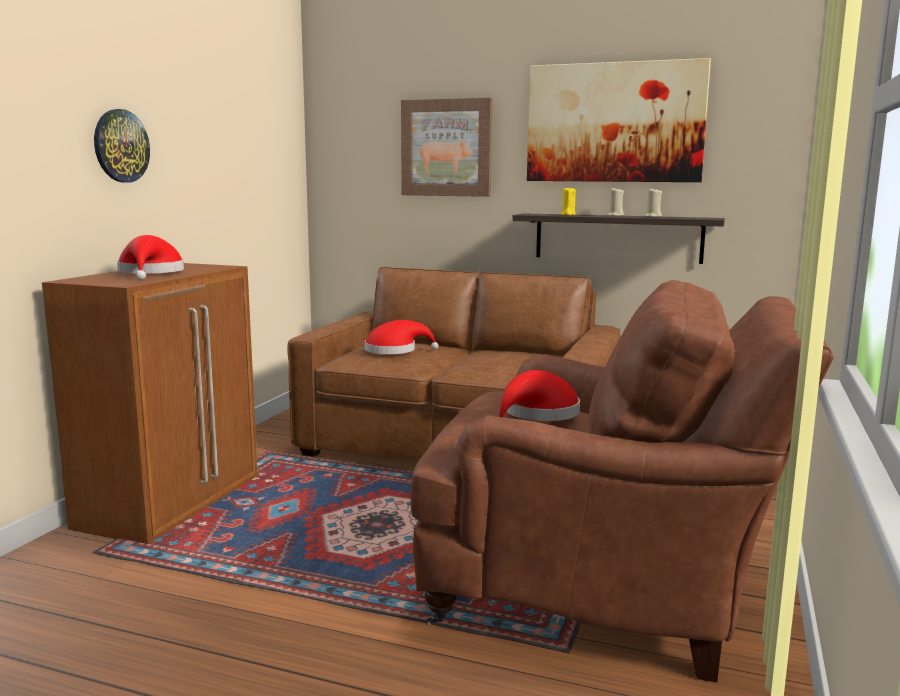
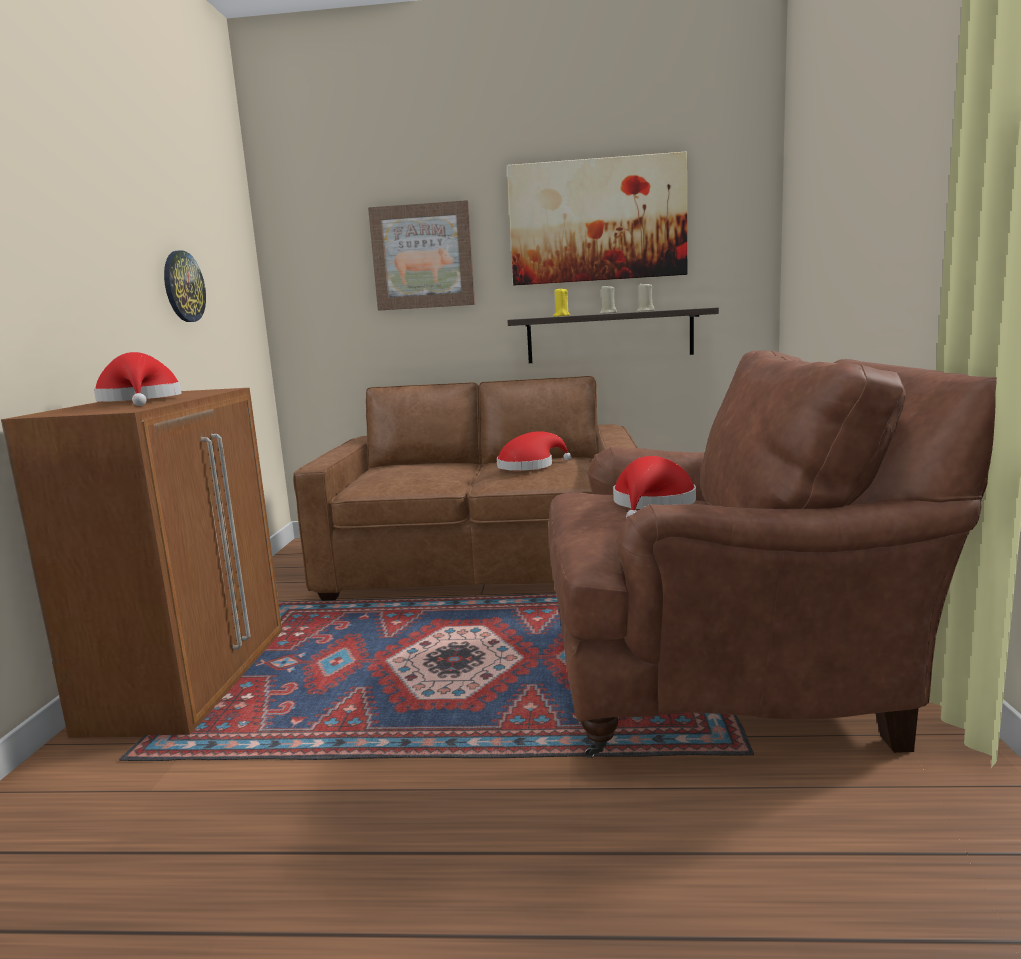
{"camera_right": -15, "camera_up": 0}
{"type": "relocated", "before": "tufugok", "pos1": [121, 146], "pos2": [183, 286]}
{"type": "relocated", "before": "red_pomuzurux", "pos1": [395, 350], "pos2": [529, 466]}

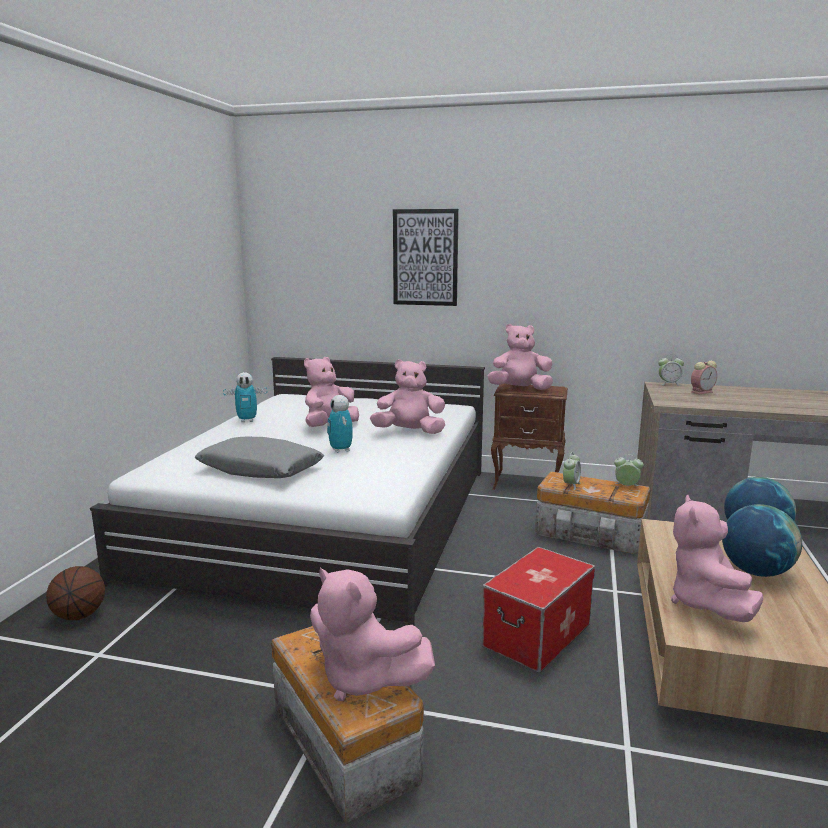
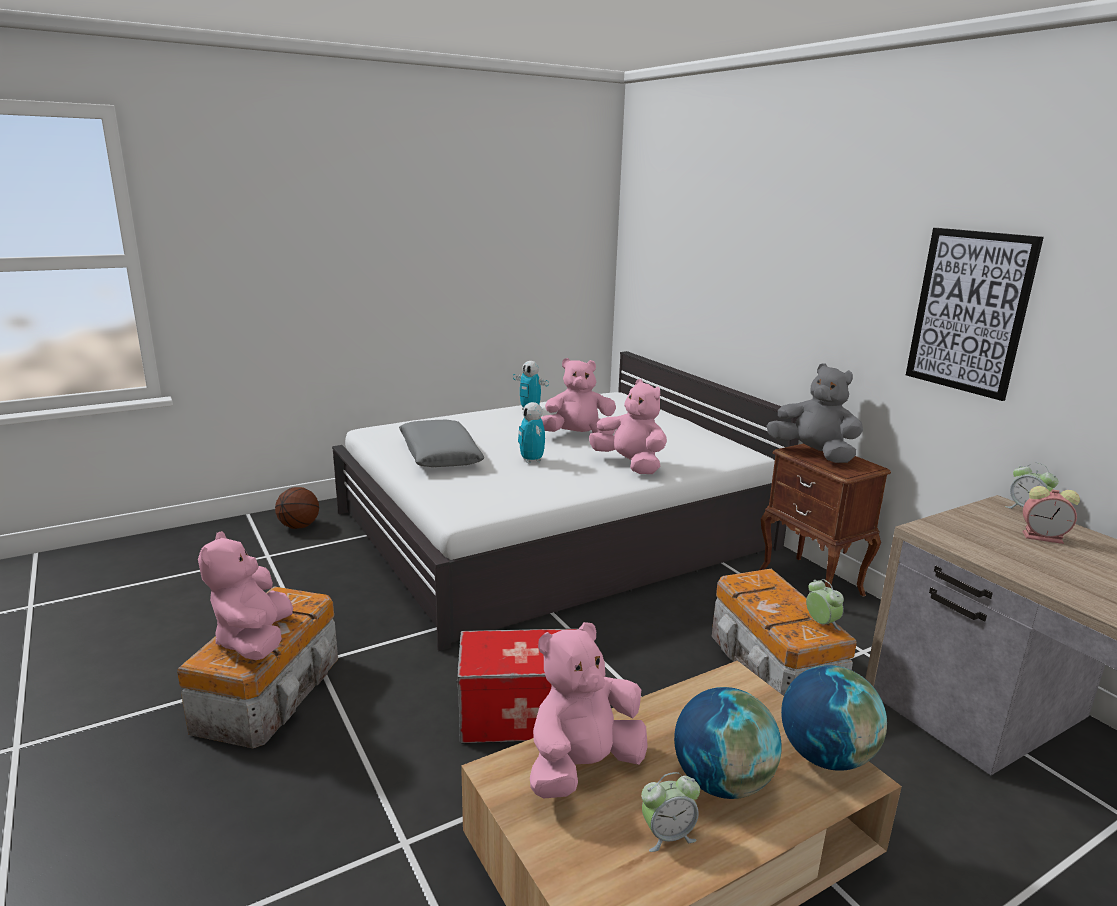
{"camera_right": 45, "camera_up": 5}
{"type": "relocated", "before": "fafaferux", "pos1": [425, 257], "pos2": [969, 312]}
{"type": "relocated", "before": "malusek", "pos1": [571, 485], "pos2": [667, 835]}
{"type": "colour", "before": "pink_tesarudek", "after": "grey_tesarudek", "pos1": [519, 389], "pos2": [814, 454]}
{"type": "spun", "before": "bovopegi", "pos1": [341, 450], "pos2": [531, 460], "turn": -45}

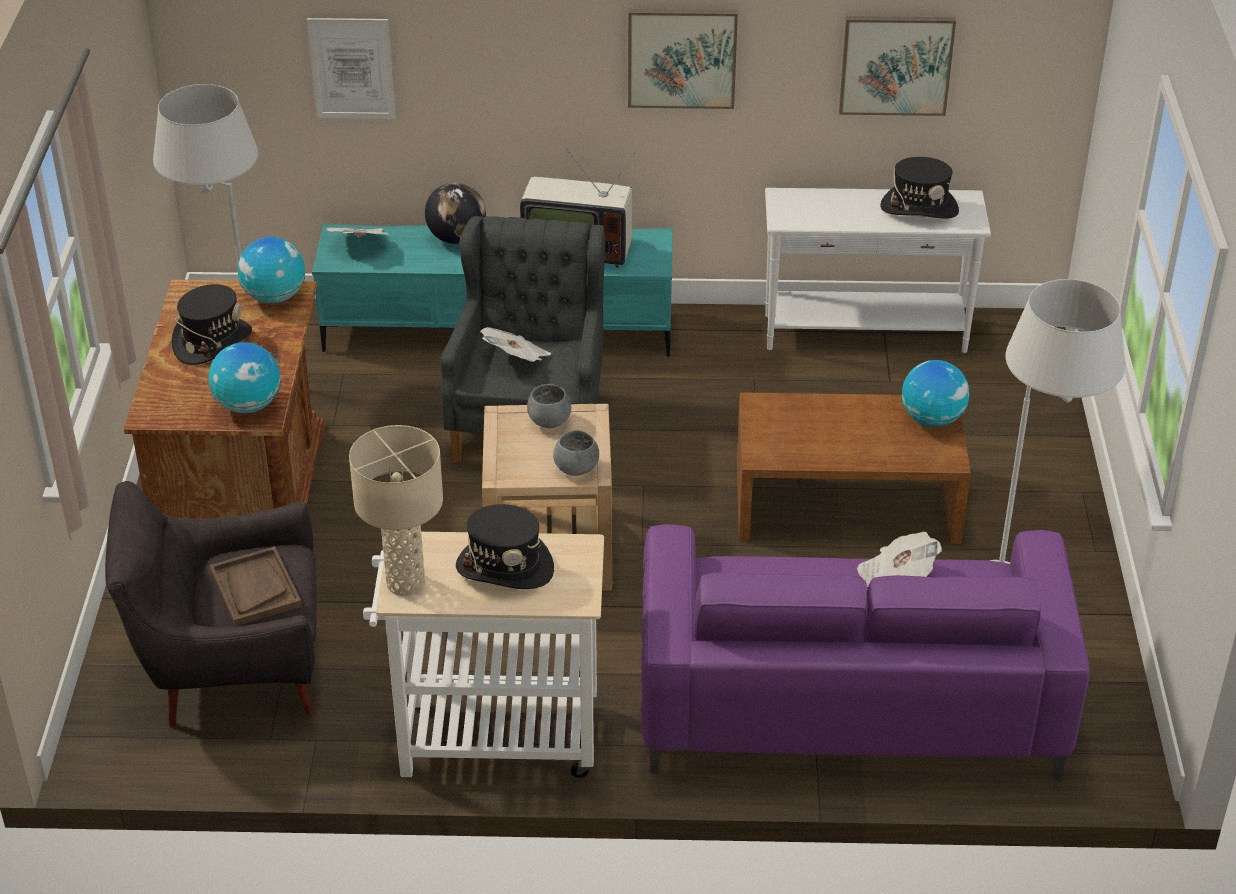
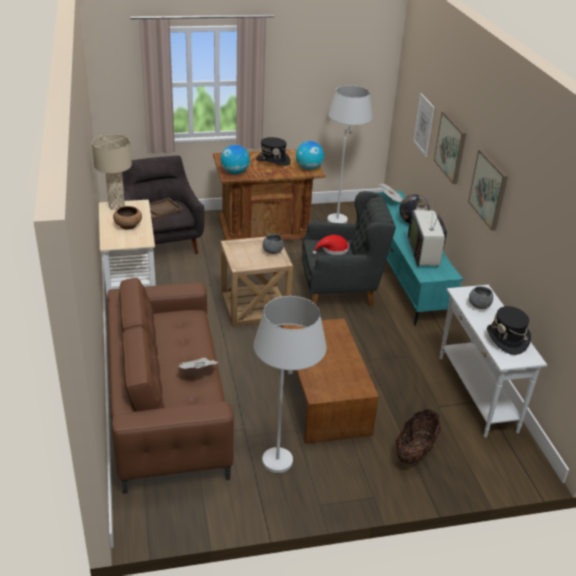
{"camera_right": 75, "camera_up": -5}
{"type": "missing", "before": "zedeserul", "pos1": [932, 419]}
{"type": "appeared", "after": "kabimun", "pos2": [415, 451]}
{"type": "relocated", "before": "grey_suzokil", "pos1": [577, 468], "pos2": [479, 306]}
{"type": "relocated", "before": "fafaferux", "pos1": [896, 64], "pos2": [451, 147]}
{"type": "exchanged", "before": "black_pomuzurux", "after": "brown_suzokil", "pos1": [505, 568], "pos2": [128, 225]}
{"type": "exchanged", "before": "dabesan", "after": "red_pomuzurux", "pos1": [516, 359], "pos2": [333, 250]}
{"type": "colour", "before": "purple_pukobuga", "after": "brown_pukobuga", "pos1": [848, 707], "pos2": [167, 408]}

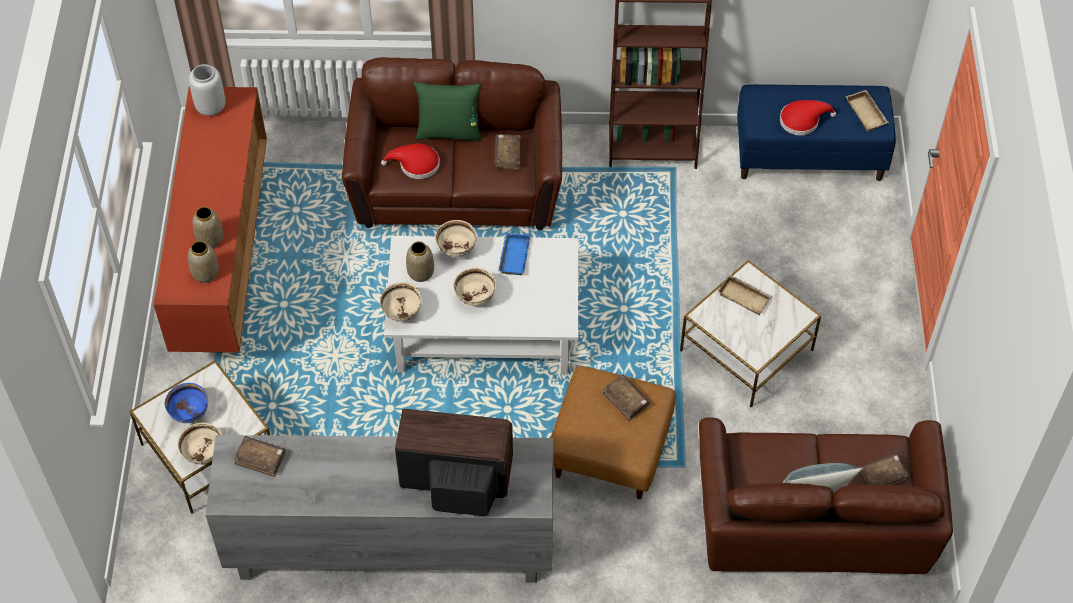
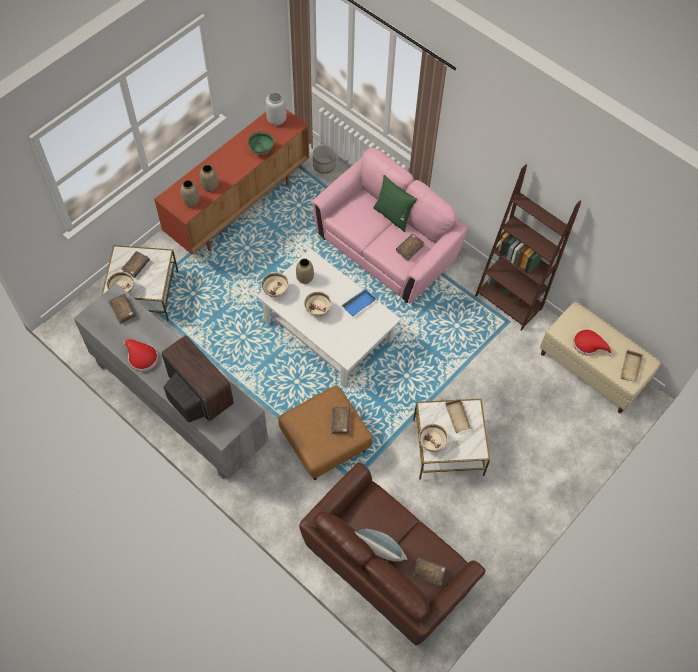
{"camera_right": 40, "camera_up": 5}
{"type": "appeared", "after": "green_suzokil", "pos2": [262, 151]}
{"type": "appeared", "after": "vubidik", "pos2": [324, 165]}
{"type": "relocated", "before": "red_pomuzurux", "pos1": [416, 165], "pos2": [141, 357]}
{"type": "relocated", "before": "beige_suzokil", "pos1": [456, 250], "pos2": [432, 443]}
{"type": "exchanged", "before": "blue_suzokil", "after": "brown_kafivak", "pos1": [189, 414], "pos2": [136, 266]}
{"type": "colour", "before": "brown_pukobuga", "after": "pink_pukobuga", "pos1": [457, 185], "pos2": [387, 249]}
{"type": "colour", "before": "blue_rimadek", "after": "beige_rimadek", "pos1": [810, 155], "pos2": [592, 369]}

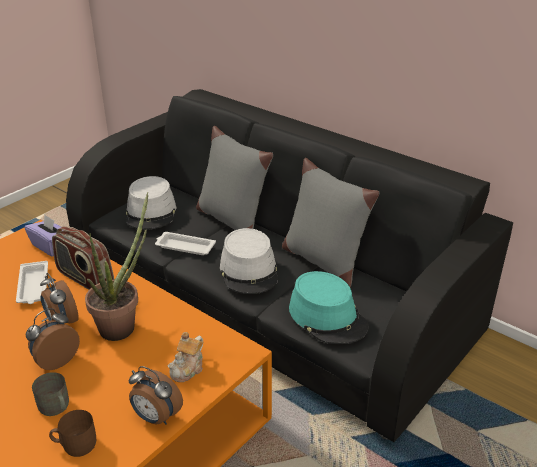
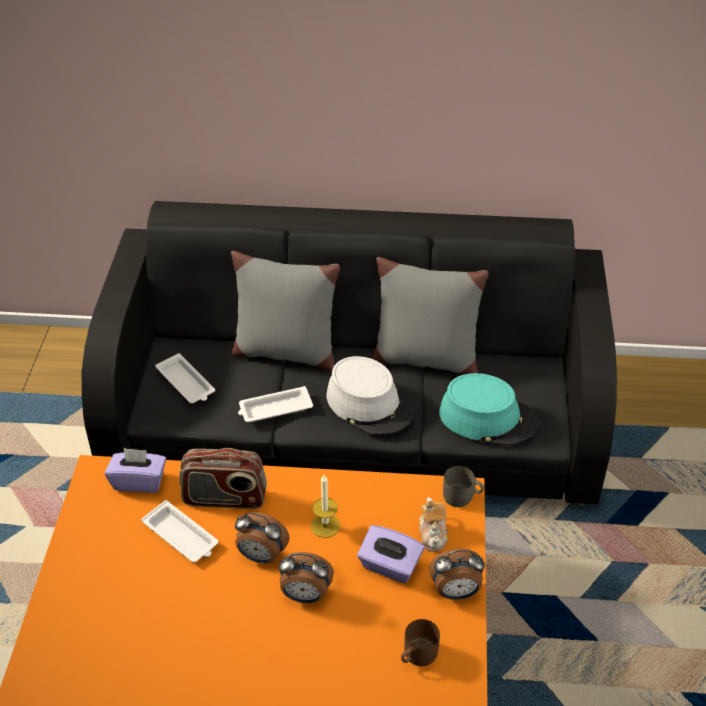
{"camera_right": -35, "camera_up": 10}
{"type": "appeared", "after": "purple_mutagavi", "pos2": [389, 566]}
{"type": "relocated", "before": "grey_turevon", "pos1": [56, 407], "pos2": [462, 497]}
{"type": "exchanged", "before": "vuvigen", "after": "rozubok", "pos1": [123, 324], "pos2": [325, 525]}
{"type": "exchanged", "before": "grey_pomuzurux", "after": "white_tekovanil", "pos1": [151, 212], "pos2": [186, 383]}
{"type": "spun", "before": "malusek", "pos1": [56, 360], "pos2": [305, 595], "turn": -90}

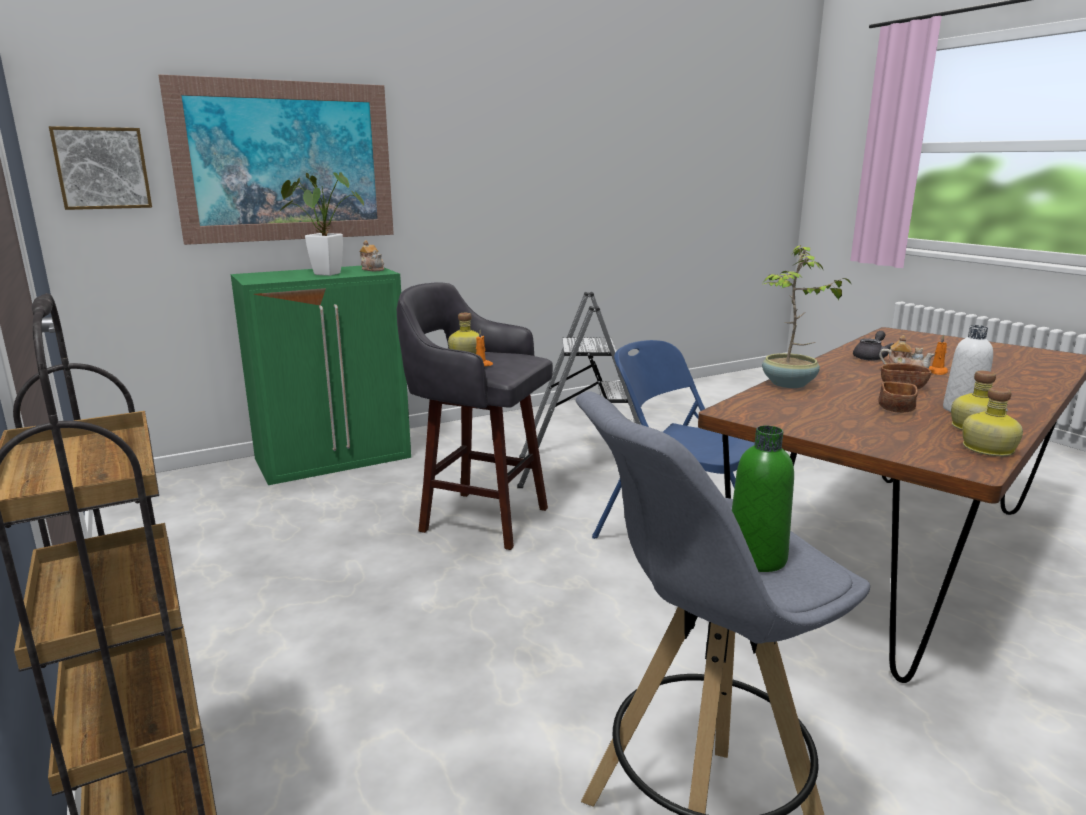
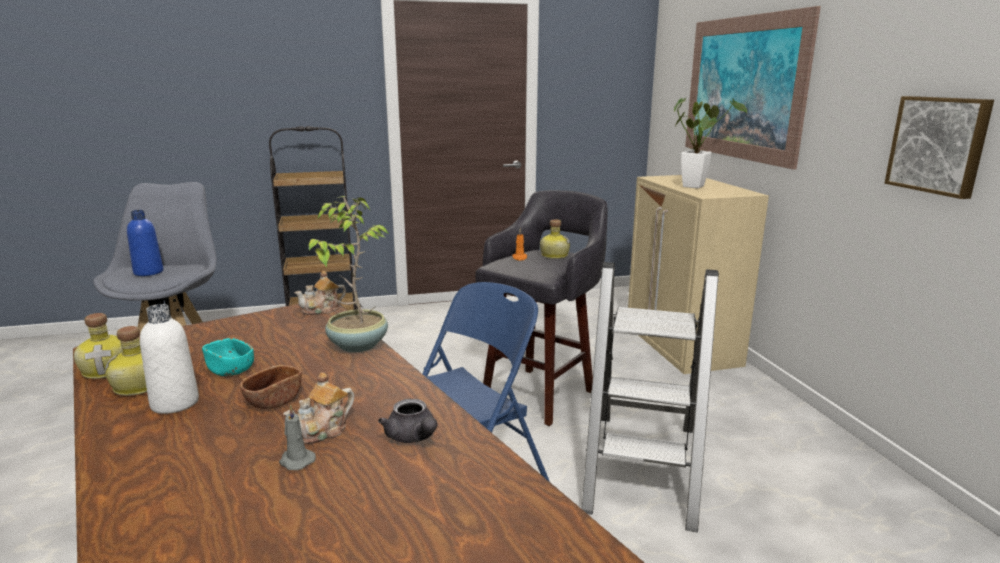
{"camera_right": 105, "camera_up": 0}
{"type": "relocated", "before": "fafaferux", "pos1": [102, 168], "pos2": [939, 145]}
{"type": "relocated", "before": "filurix", "pos1": [372, 269], "pos2": [322, 310]}
{"type": "colour", "before": "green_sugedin", "after": "beige_sugedin", "pos1": [334, 458], "pos2": [681, 344]}
{"type": "colour", "before": "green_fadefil", "after": "blue_fadefil", "pos1": [756, 558], "pos2": [148, 272]}
{"type": "colour", "before": "brown_suzokil", "after": "turquoise_suzokil", "pos1": [896, 409], "pos2": [230, 370]}
{"type": "colour", "before": "orange_rozubok", "after": "grey_rozubok", "pos1": [937, 372], "pos2": [296, 461]}

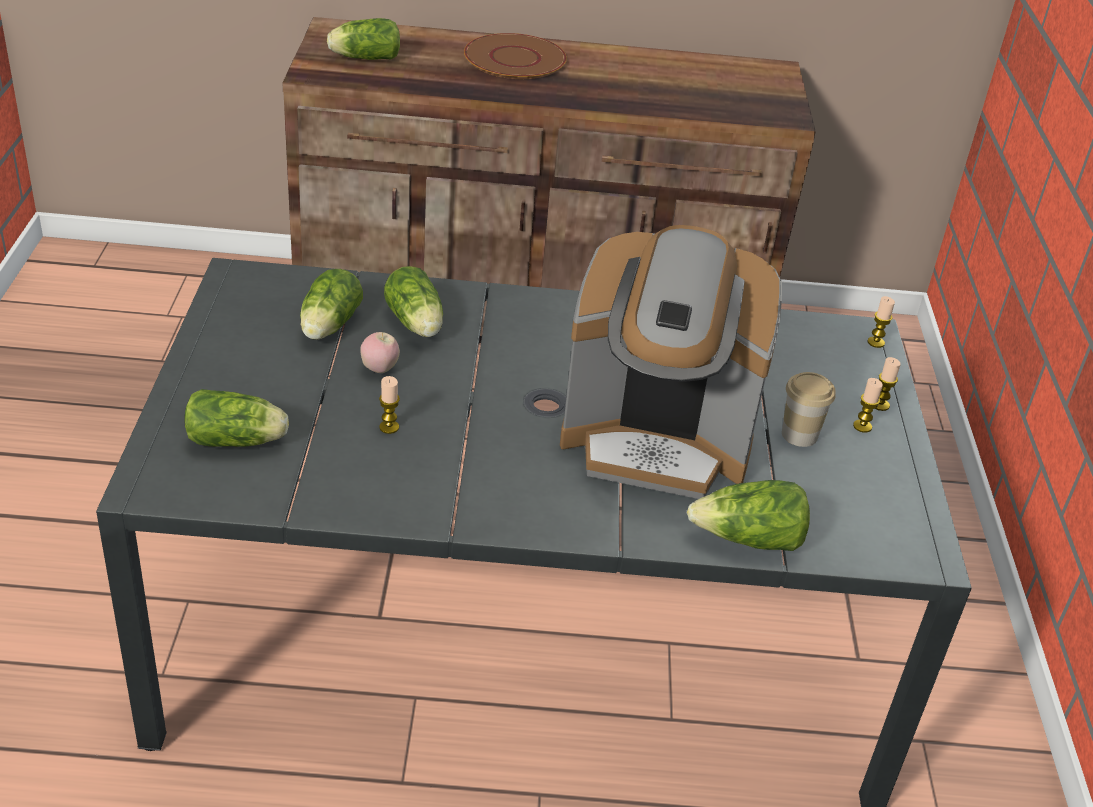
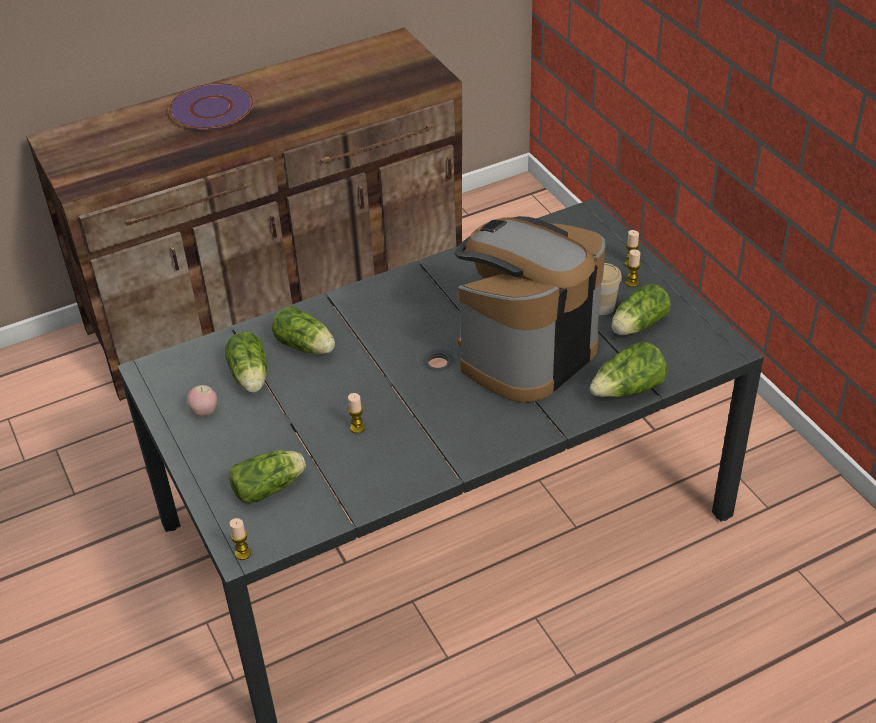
{"camera_right": -25, "camera_up": 5}
{"type": "relocated", "before": "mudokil", "pos1": [363, 58], "pos2": [637, 326]}
{"type": "relocated", "before": "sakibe", "pos1": [379, 369], "pos2": [204, 412]}
{"type": "relocated", "before": "rozubok", "pos1": [876, 342], "pos2": [243, 553]}
{"type": "colour", "before": "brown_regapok", "after": "purple_regapok", "pos1": [514, 59], "pos2": [211, 109]}
{"type": "spun", "before": "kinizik", "pos1": [657, 441], "pos2": [526, 353], "turn": 150}

